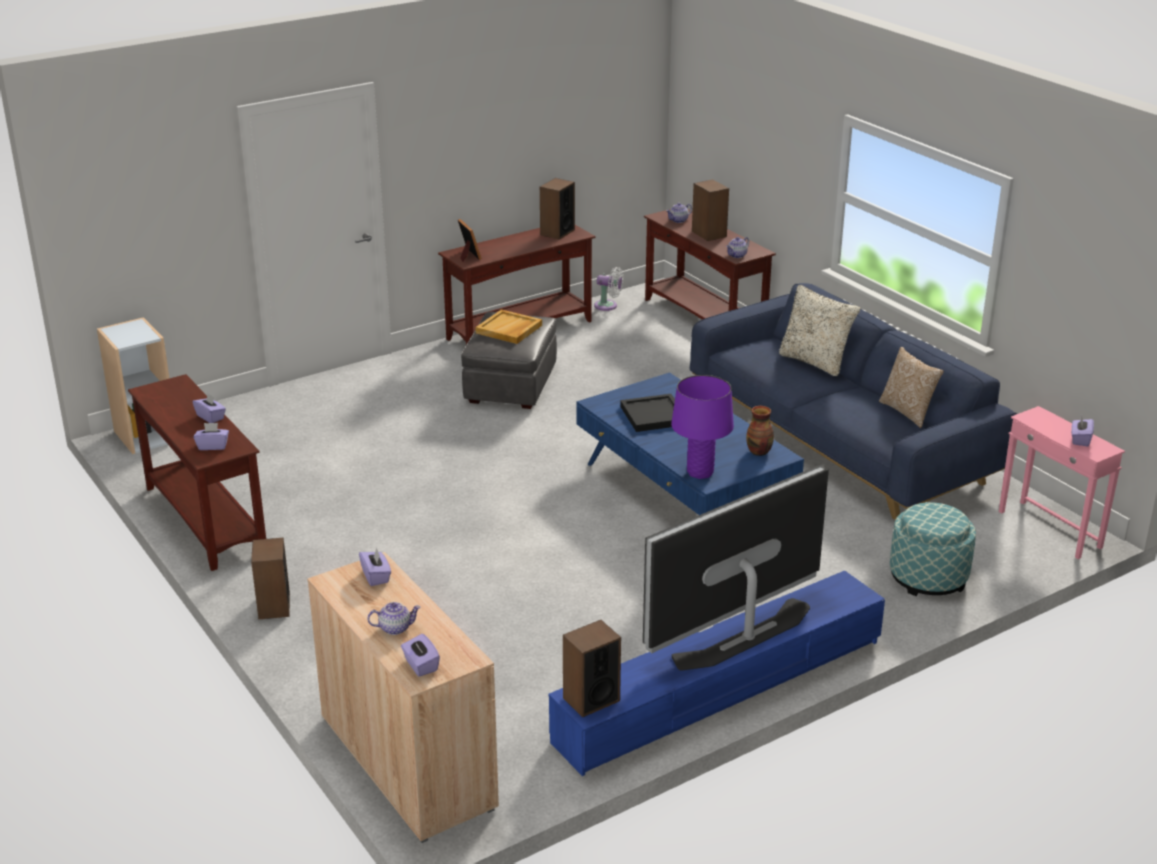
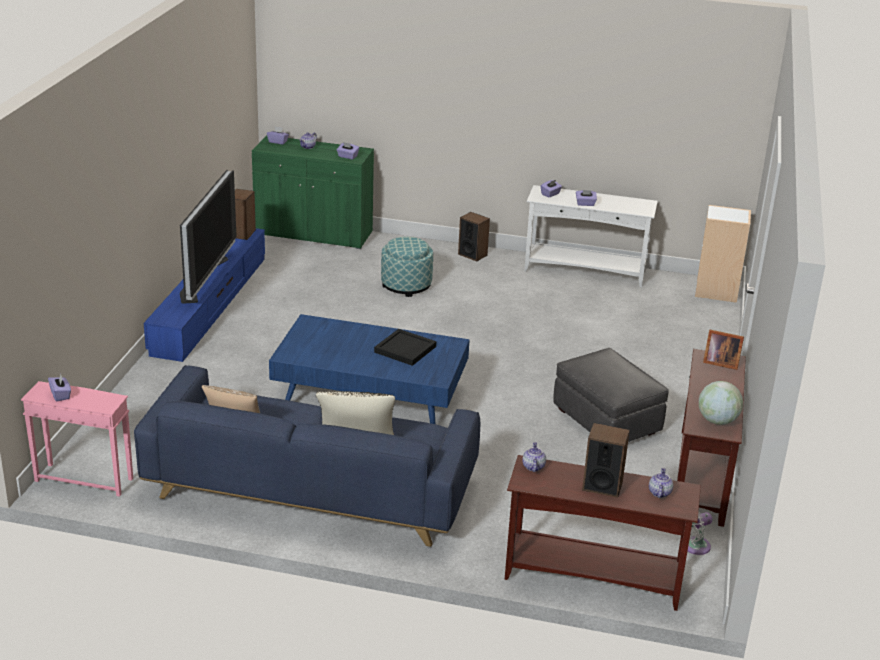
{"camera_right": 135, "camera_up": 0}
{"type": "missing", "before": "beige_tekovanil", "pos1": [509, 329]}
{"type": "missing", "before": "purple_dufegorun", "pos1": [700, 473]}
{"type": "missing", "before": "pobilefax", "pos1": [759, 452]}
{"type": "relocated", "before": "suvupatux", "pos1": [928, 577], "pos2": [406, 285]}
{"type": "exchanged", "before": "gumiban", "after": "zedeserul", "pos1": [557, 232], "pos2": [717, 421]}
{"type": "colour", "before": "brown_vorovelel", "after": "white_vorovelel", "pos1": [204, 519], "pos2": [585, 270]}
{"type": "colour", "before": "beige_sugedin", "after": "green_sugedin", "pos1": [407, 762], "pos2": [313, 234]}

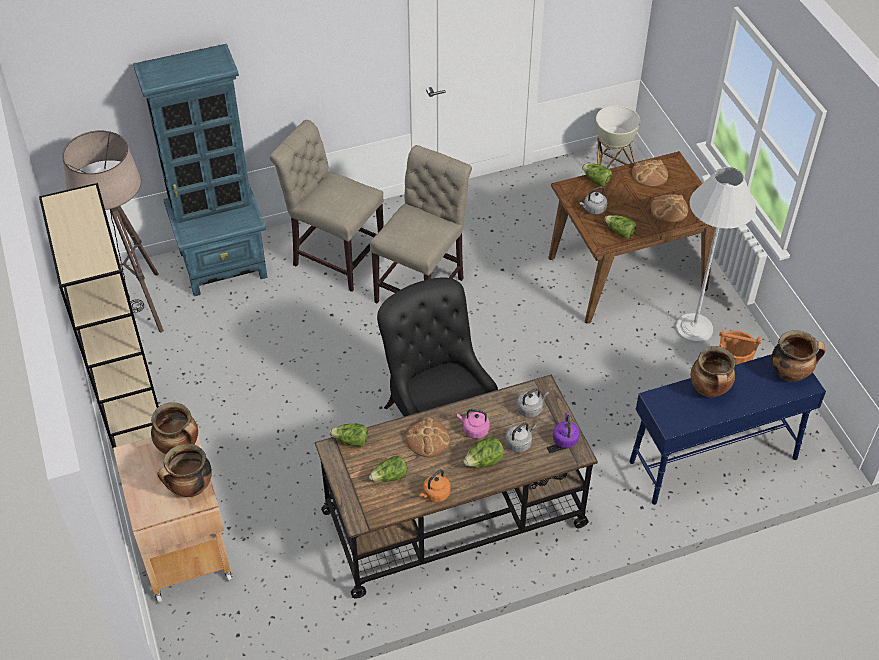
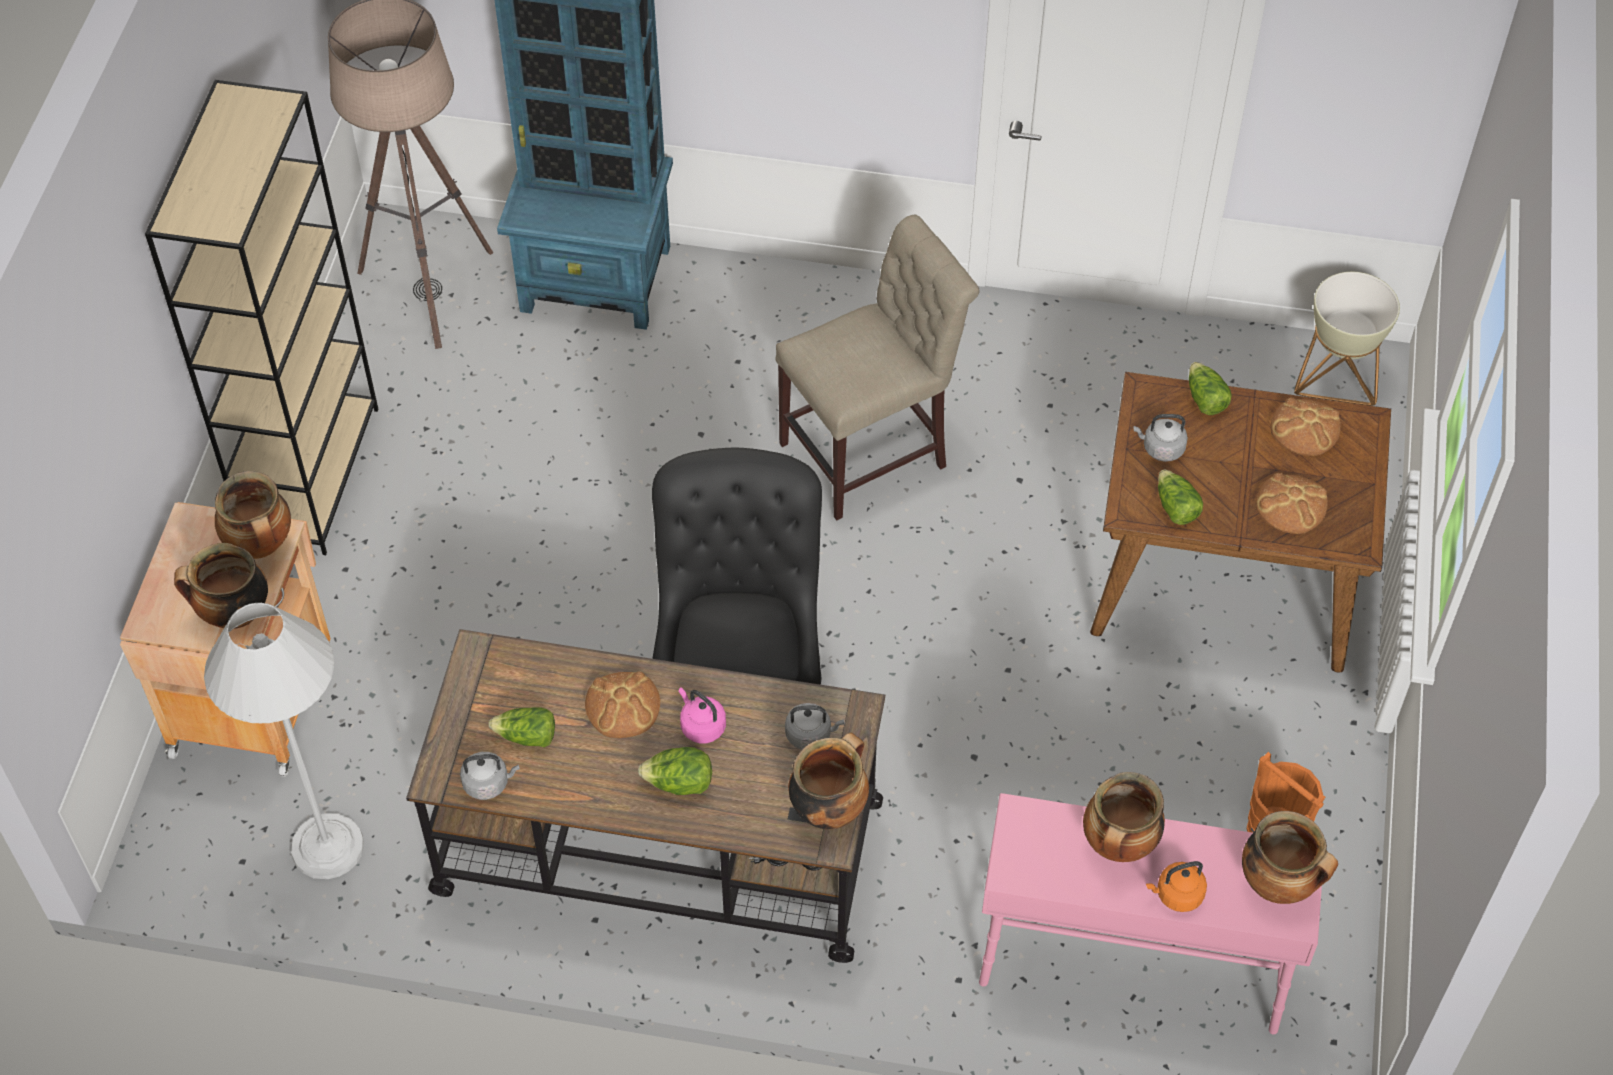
{"camera_right": 30, "camera_up": 5}
{"type": "missing", "before": "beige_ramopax", "pos1": [334, 256]}
{"type": "missing", "before": "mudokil", "pos1": [351, 441]}
{"type": "relocated", "before": "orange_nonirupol", "pos1": [435, 494], "pos2": [1177, 895]}
{"type": "relocated", "before": "grey_nonirupol", "pos1": [519, 443], "pos2": [488, 783]}
{"type": "relocated", "before": "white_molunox", "pos1": [694, 328], "pos2": [327, 847]}
{"type": "exchanged", "before": "purple_nonirupol", "after": "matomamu", "pos1": [565, 438], "pos2": [828, 808]}
{"type": "colour", "before": "blue_vorovelel", "after": "pink_vorovelel", "pos1": [712, 459], "pos2": [1132, 962]}

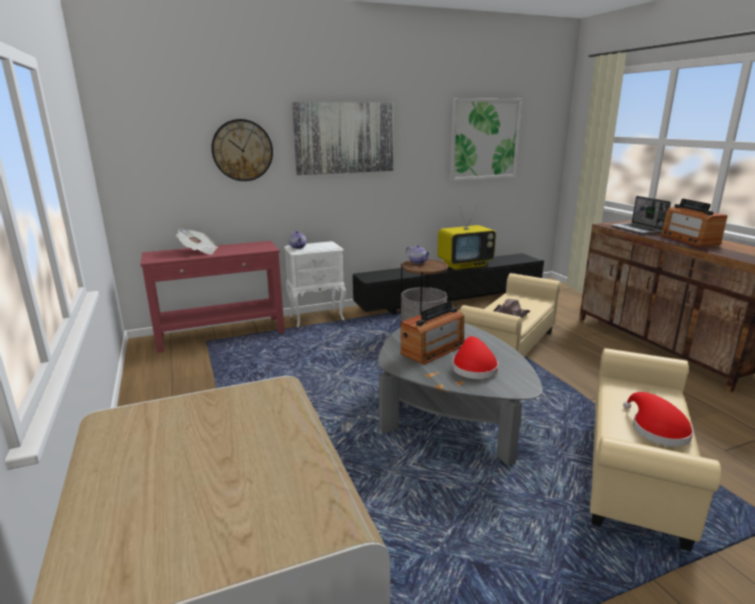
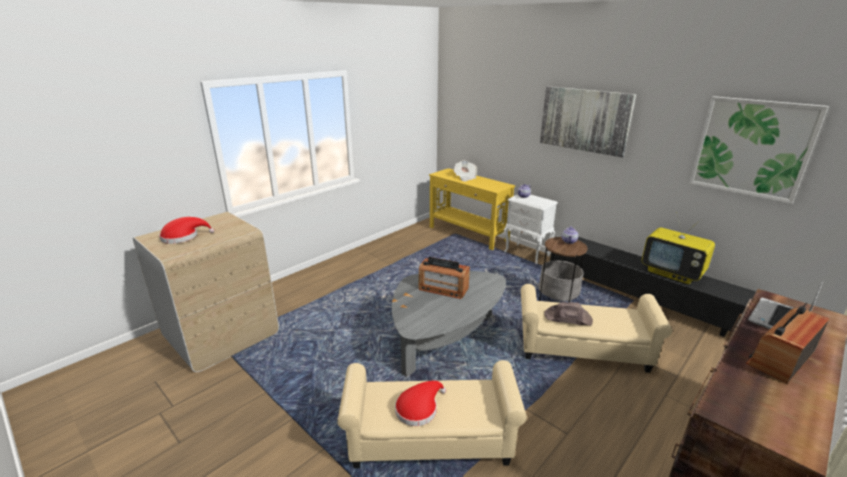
{"camera_right": 65, "camera_up": 5}
{"type": "missing", "before": "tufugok", "pos1": [242, 150]}
{"type": "relocated", "before": "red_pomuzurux", "pos1": [473, 367], "pos2": [183, 237]}
{"type": "colour", "before": "red_vorovelel", "after": "yellow_vorovelel", "pos1": [222, 334], "pos2": [468, 234]}

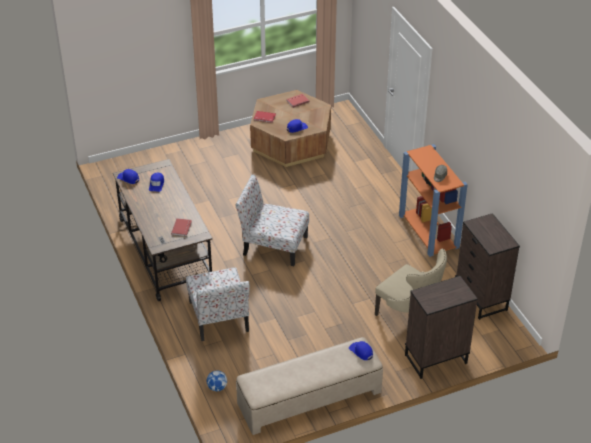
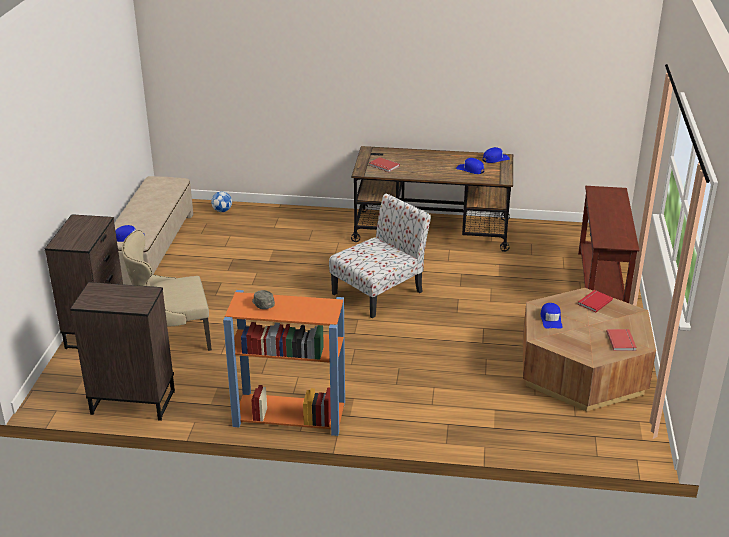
{"camera_right": 120, "camera_up": -10}
{"type": "missing", "before": "ramopax", "pos1": [219, 317]}
{"type": "appeared", "after": "brown_vorovelel", "pos2": [601, 285]}

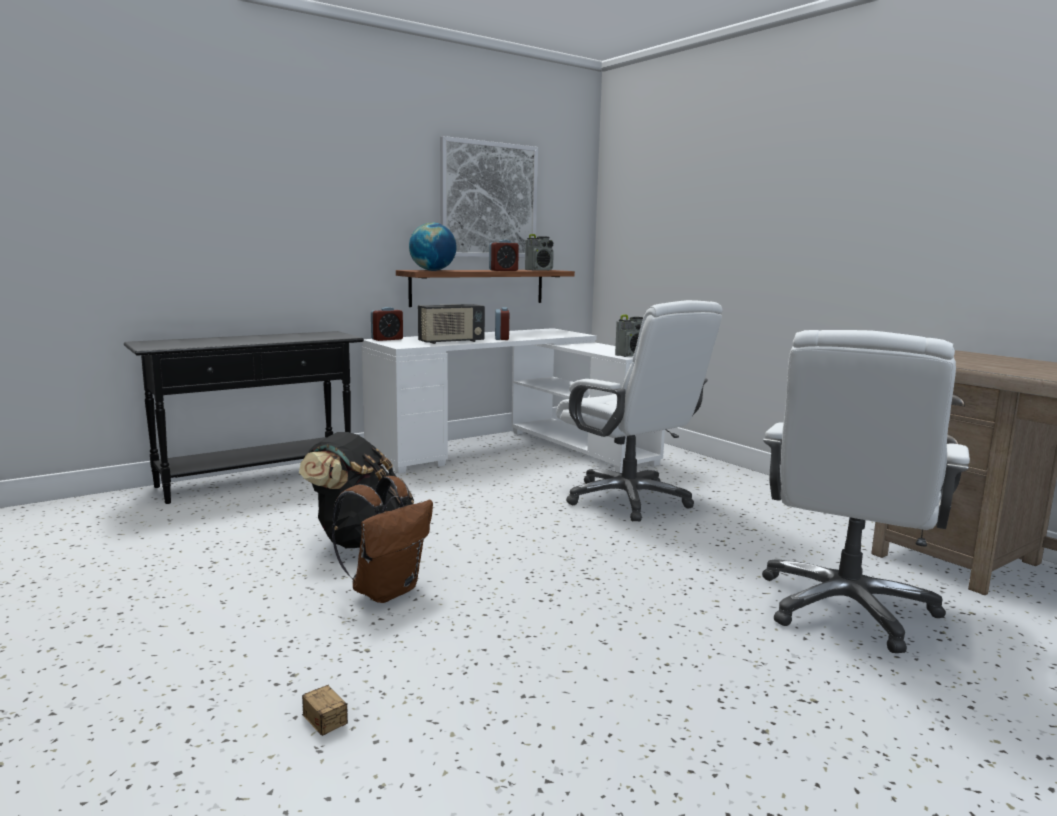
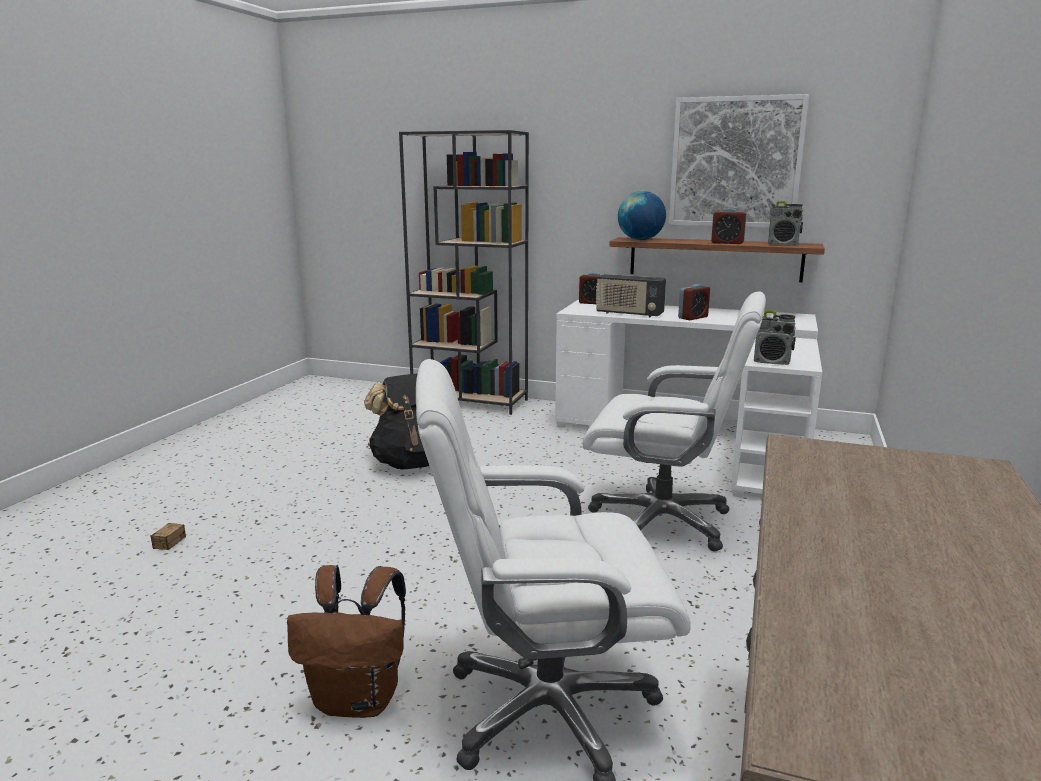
{"camera_right": 55, "camera_up": 5}
{"type": "relocated", "before": "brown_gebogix", "pos1": [386, 590], "pos2": [359, 700]}
{"type": "exchanged", "before": "black_vorovelel", "after": "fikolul", "pos1": [257, 480], "pos2": [471, 401]}
{"type": "spun", "before": "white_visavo", "pos1": [629, 500], "pos2": [663, 521], "turn": -90}

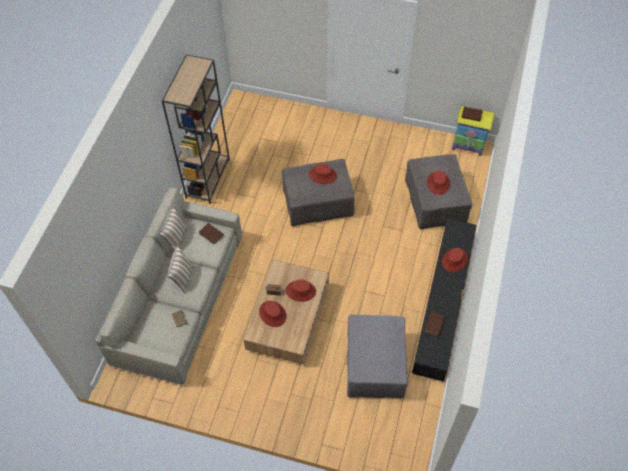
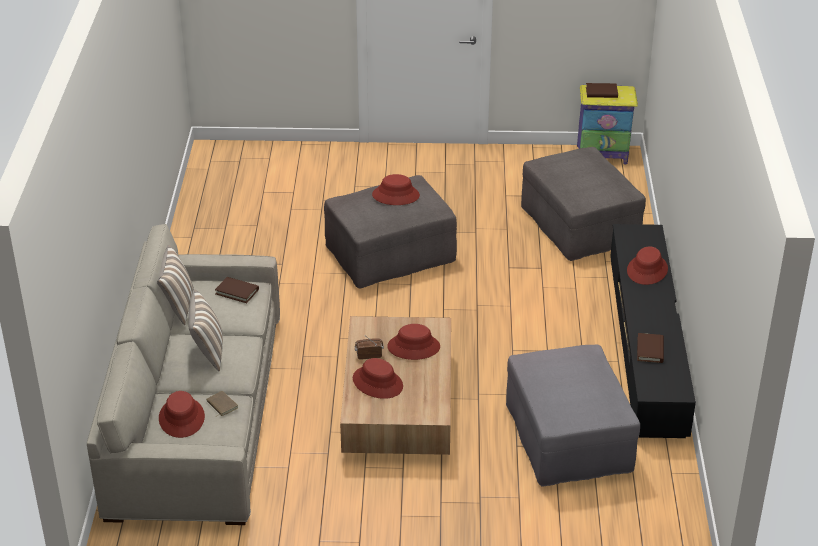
{"camera_right": -15, "camera_up": -20}
{"type": "missing", "before": "fikolul", "pos1": [207, 178]}
{"type": "relocated", "before": "red_pomuzurux", "pos1": [438, 183], "pos2": [182, 418]}

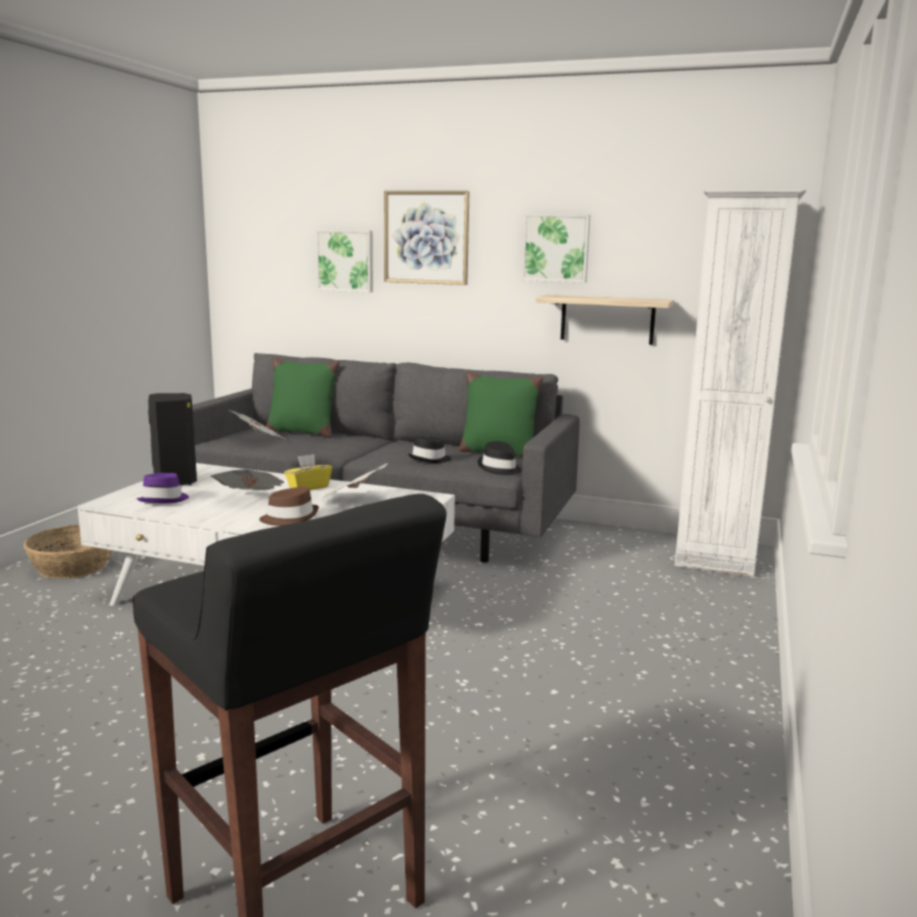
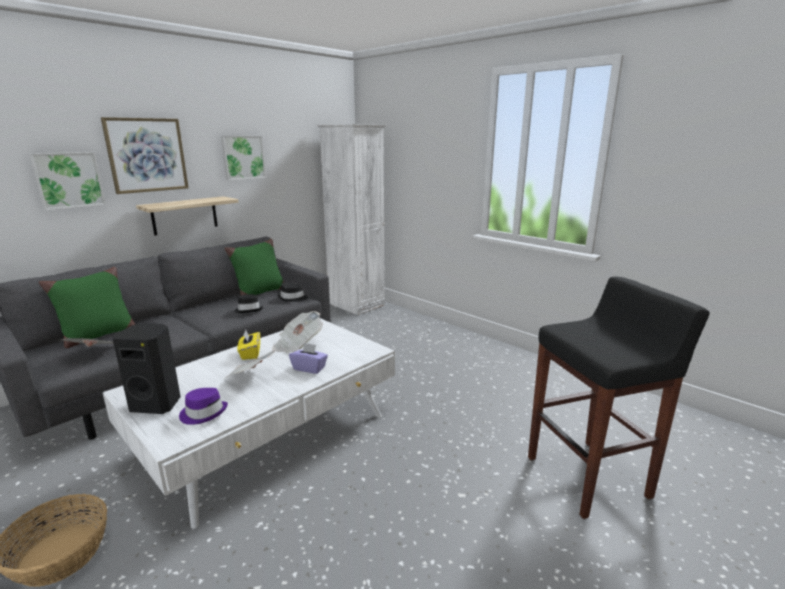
{"camera_right": -65, "camera_up": 5}
{"type": "relocated", "before": "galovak", "pos1": [607, 319], "pos2": [184, 215]}
{"type": "exchanged", "before": "brown_pomuzurux", "after": "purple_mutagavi", "pos1": [290, 518], "pos2": [309, 368]}

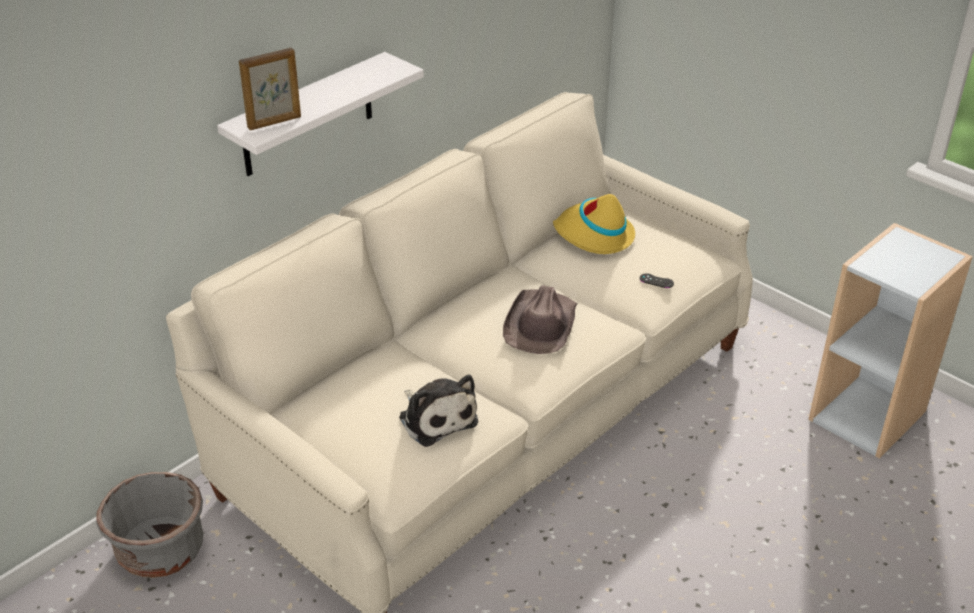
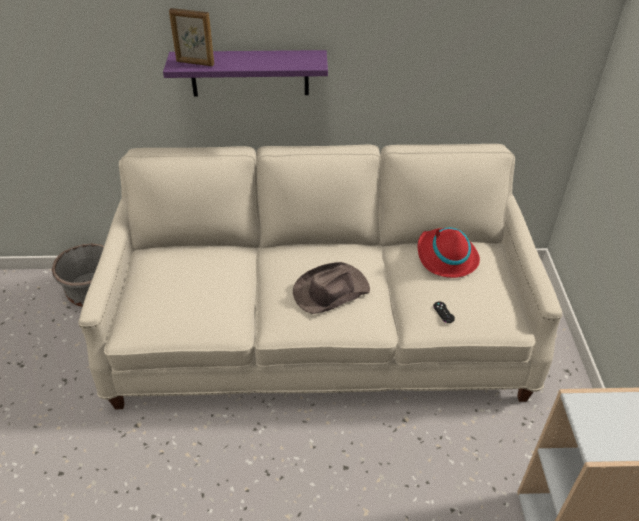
{"camera_right": 45, "camera_up": 5}
{"type": "missing", "before": "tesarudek", "pos1": [436, 418]}
{"type": "colour", "before": "white_galovak", "after": "purple_galovak", "pos1": [308, 116], "pos2": [249, 73]}
{"type": "colour", "before": "yellow_pomuzurux", "after": "red_pomuzurux", "pos1": [593, 235], "pos2": [445, 256]}

